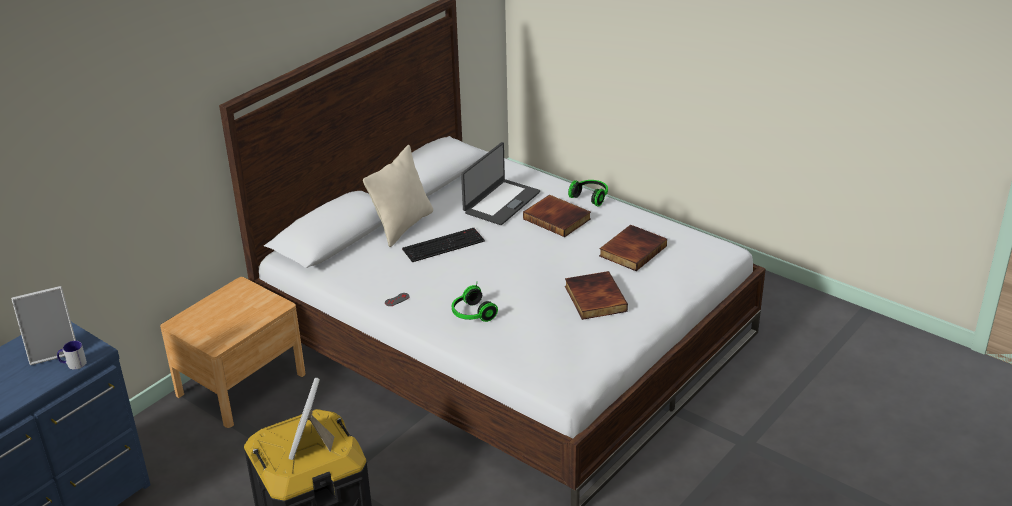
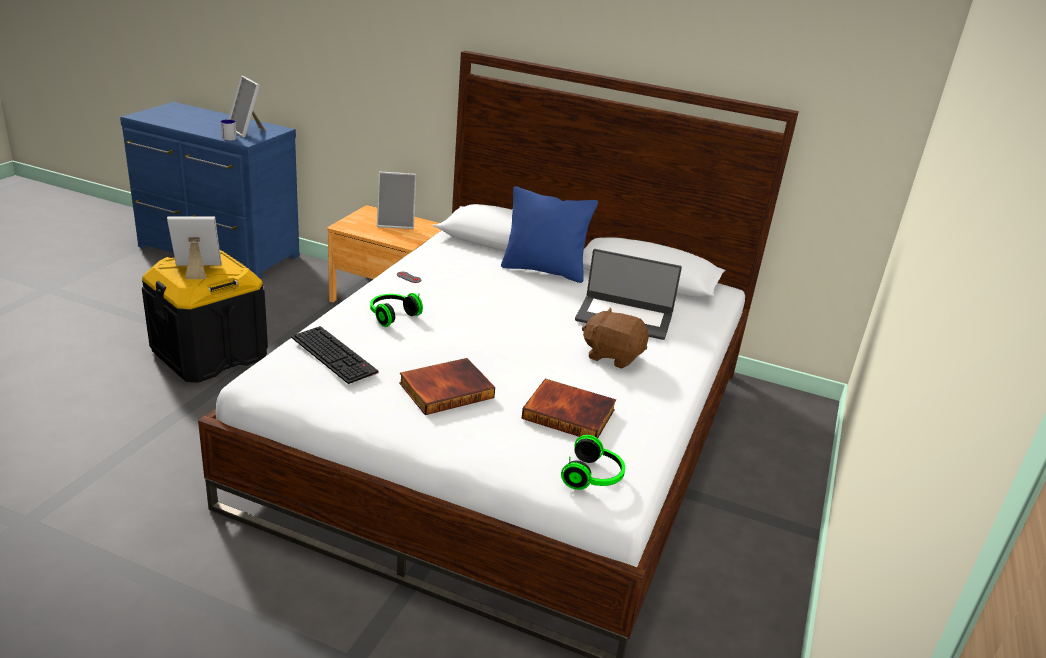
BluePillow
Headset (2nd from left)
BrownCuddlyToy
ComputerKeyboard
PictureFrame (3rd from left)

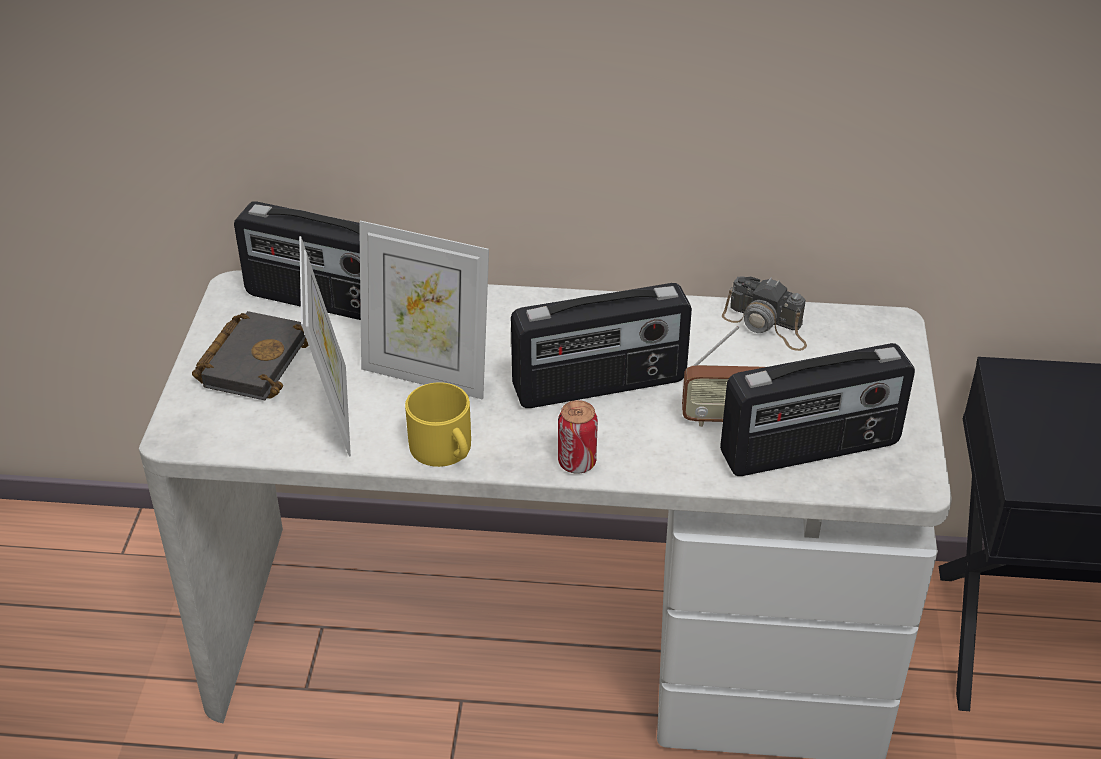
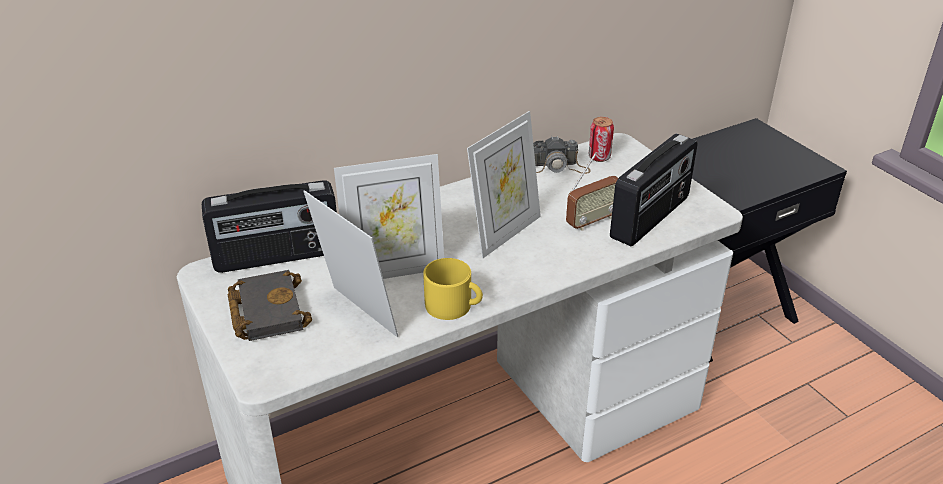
PictureFrame (3rd from left)
MetalCan

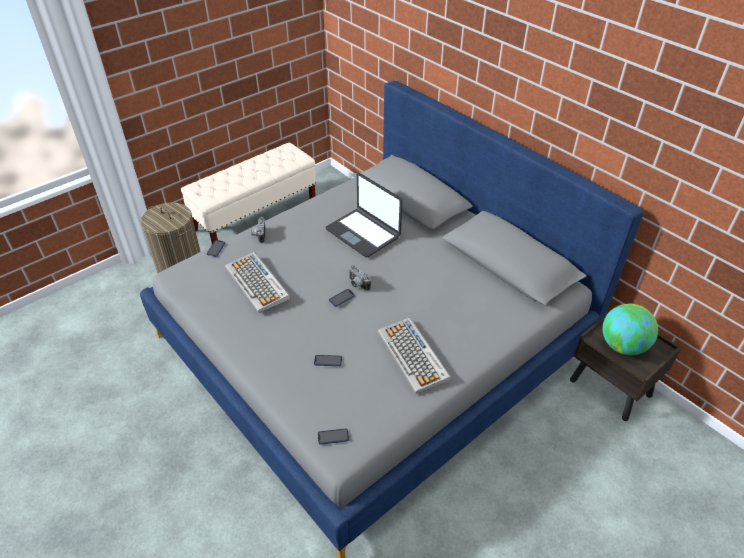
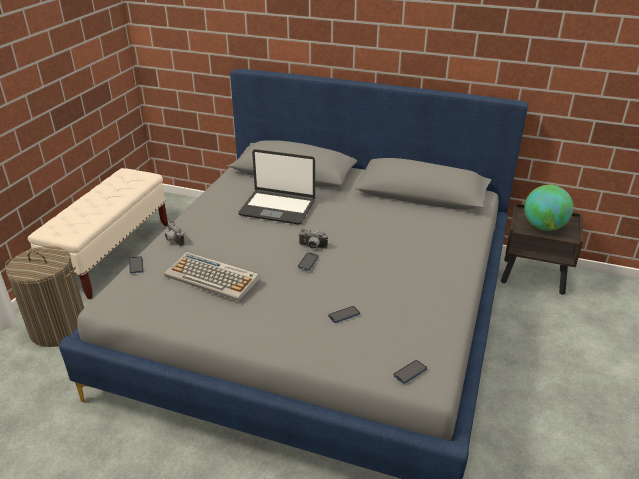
ComputerKeyboard (2nd from left in the first image)

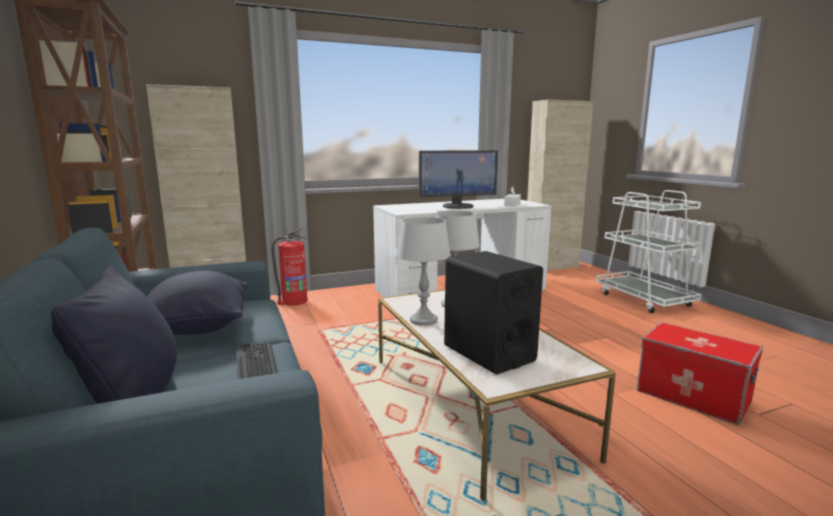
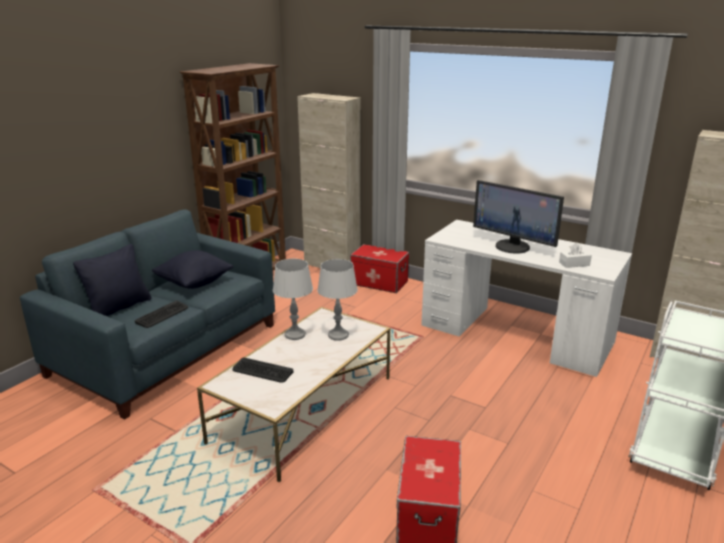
StorageContainer (1st from left)
ComputerKeyboard (2nd from left)

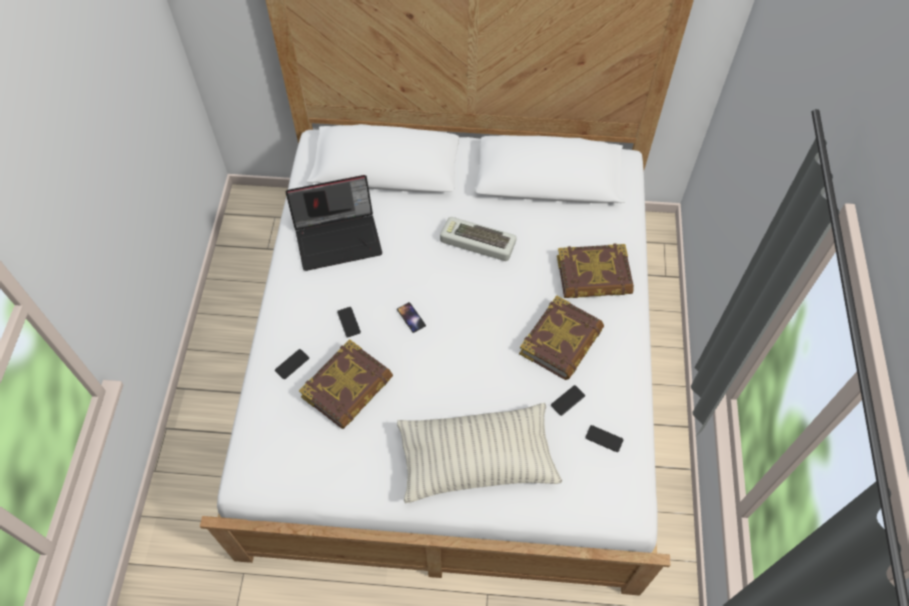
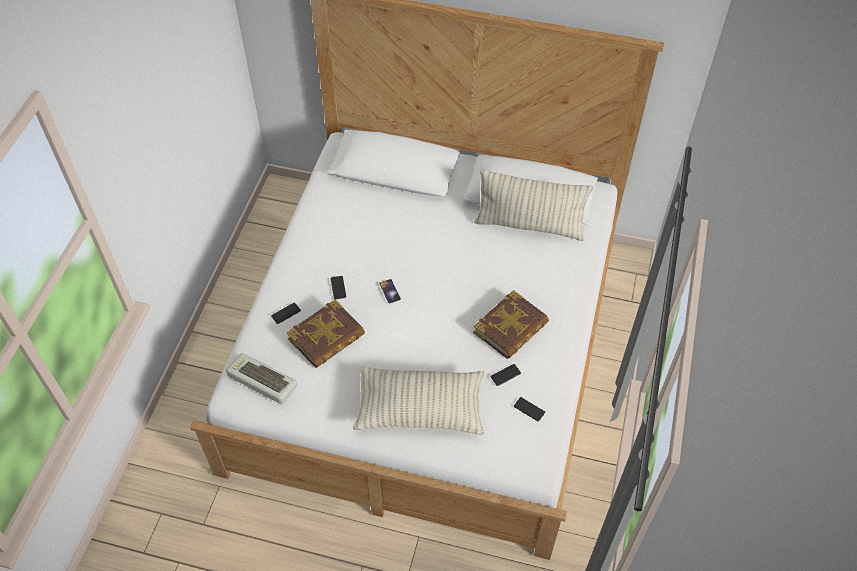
Laptop
ComputerKeyboard
Book (3rd from left in the first image)
Pillow (2nd from left)

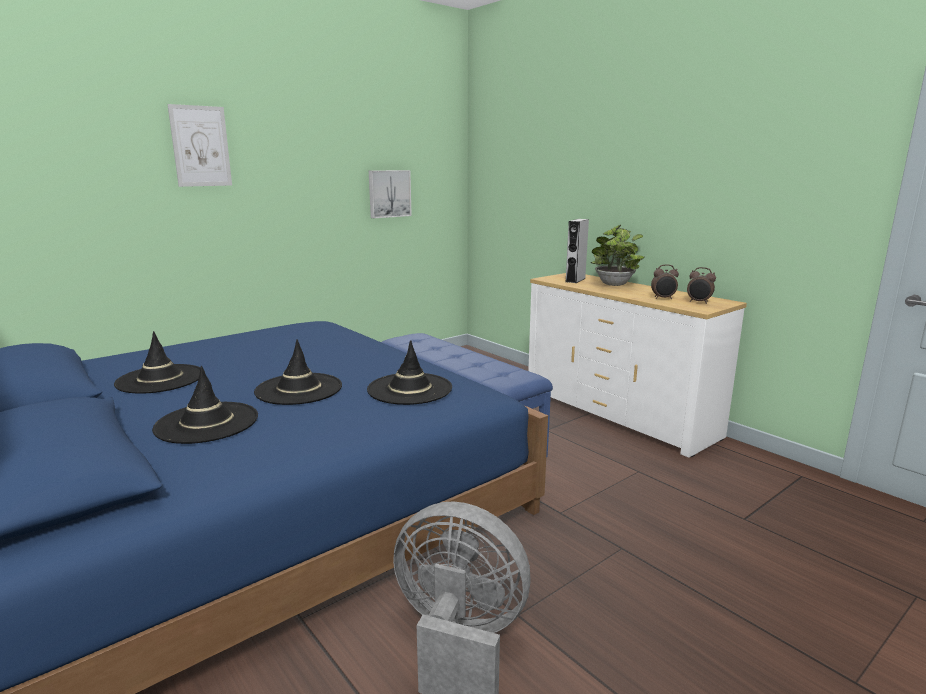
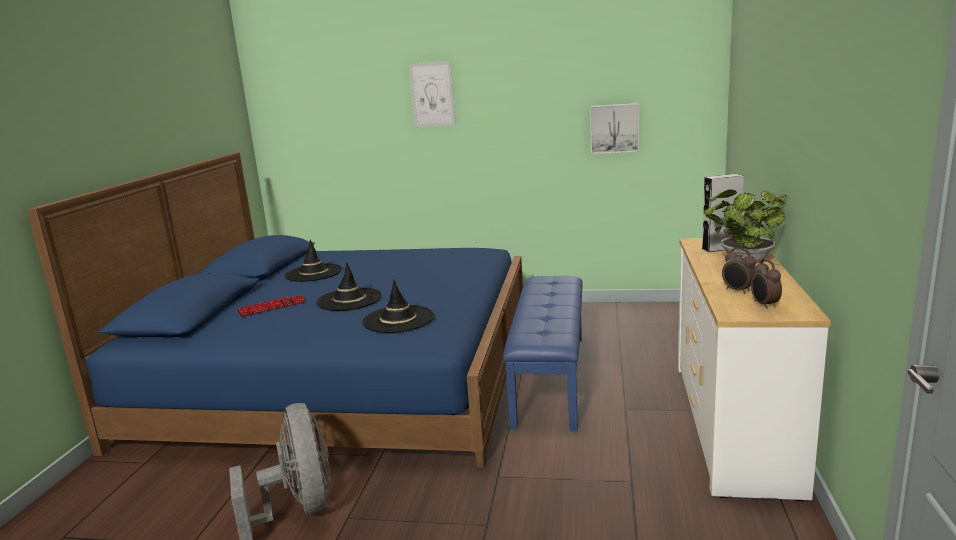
ComputerKeyboard

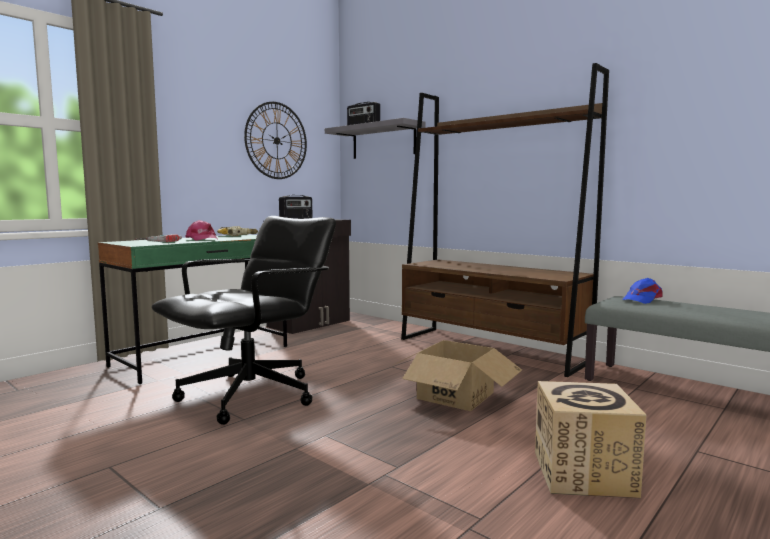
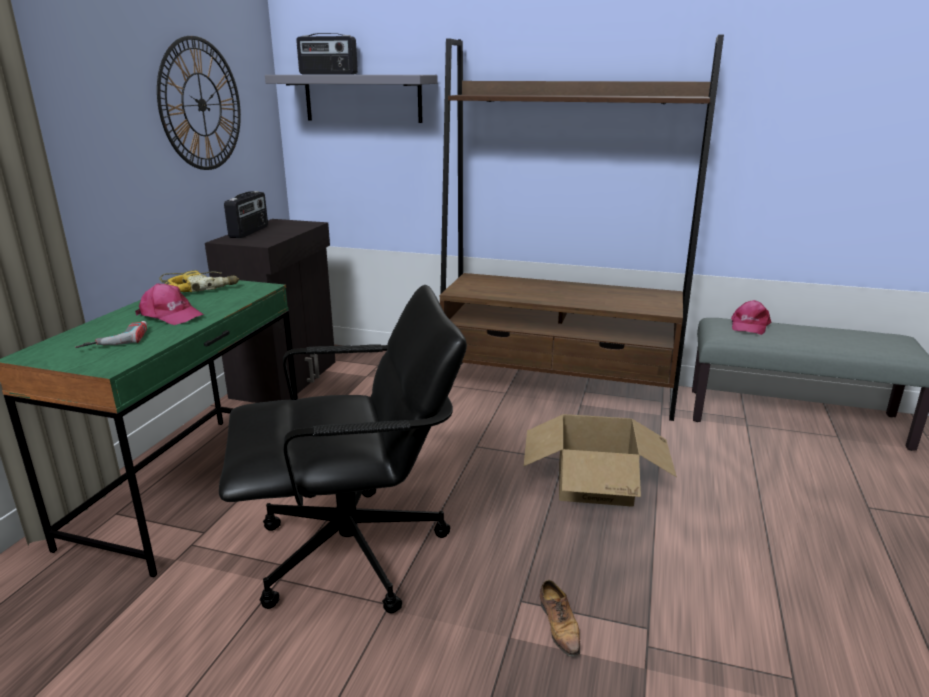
BlackishDeskChair
PinkBaseballCap (2nd from left)
Carton (2nd from left in the first image)
LowShoe

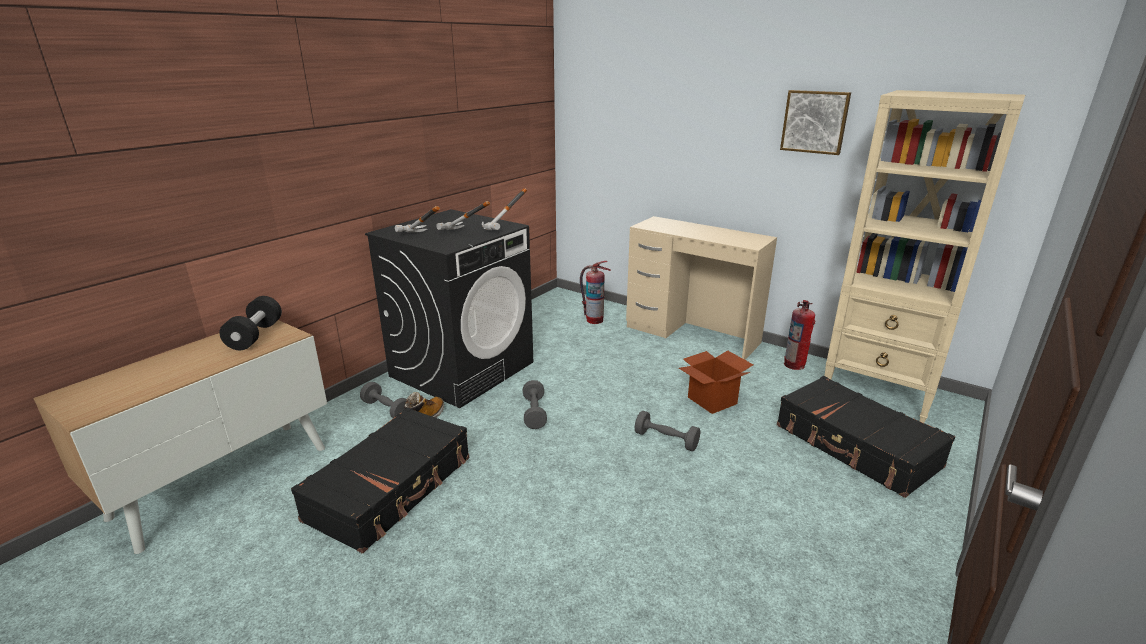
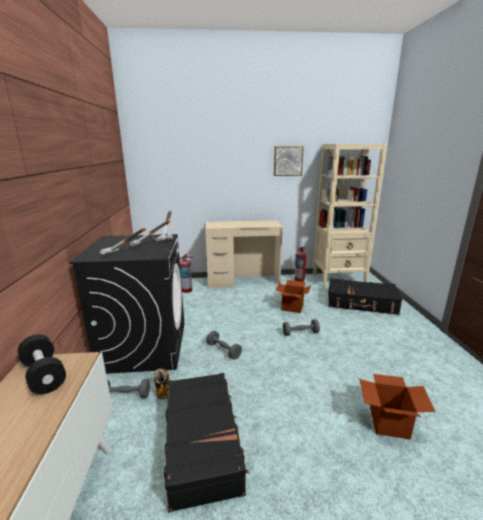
Carton (2nd from left)

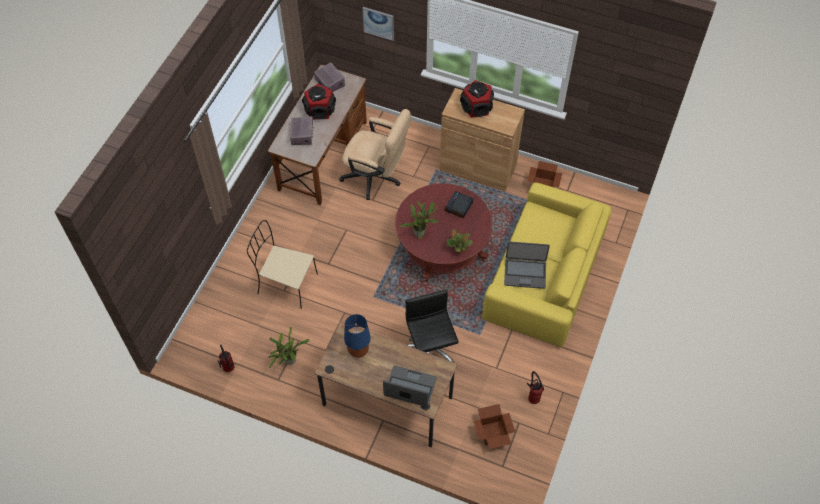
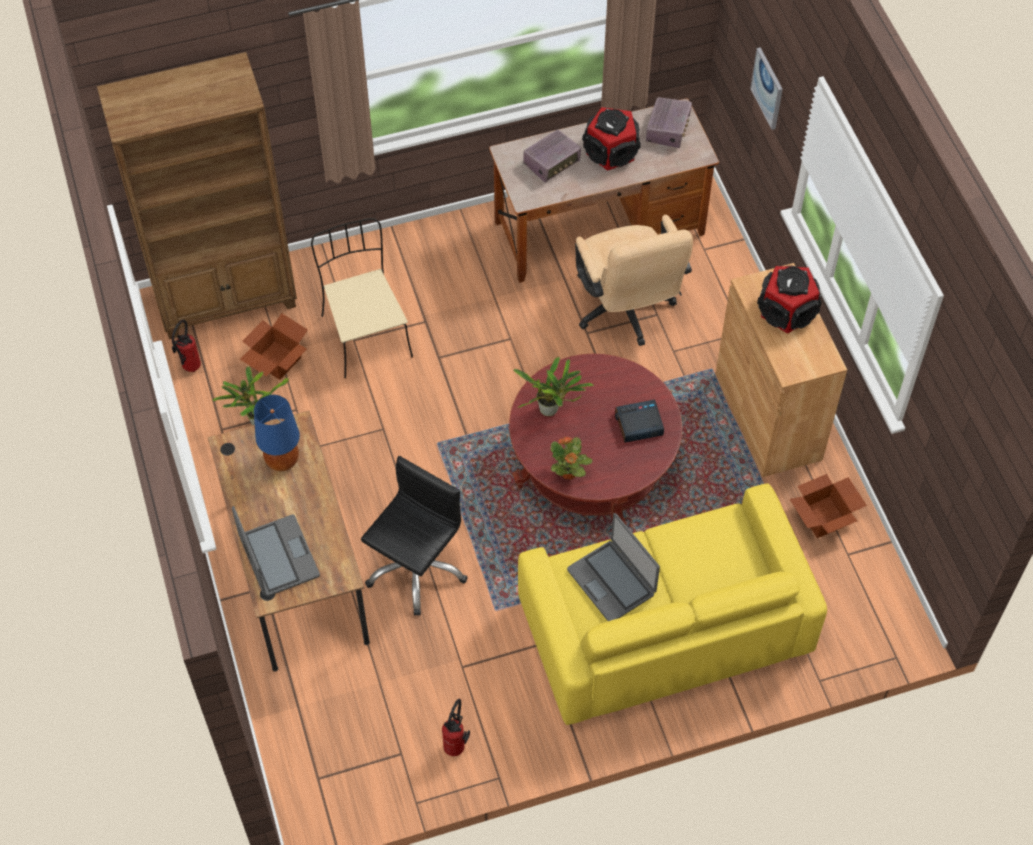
Carton (1st from left)
BrownBookcase

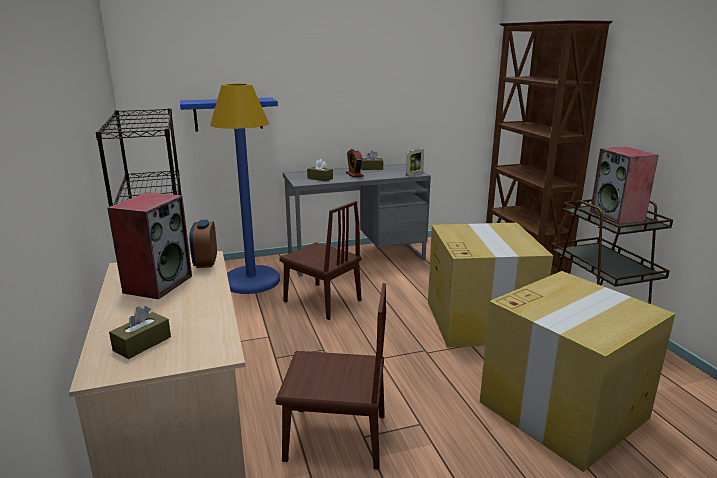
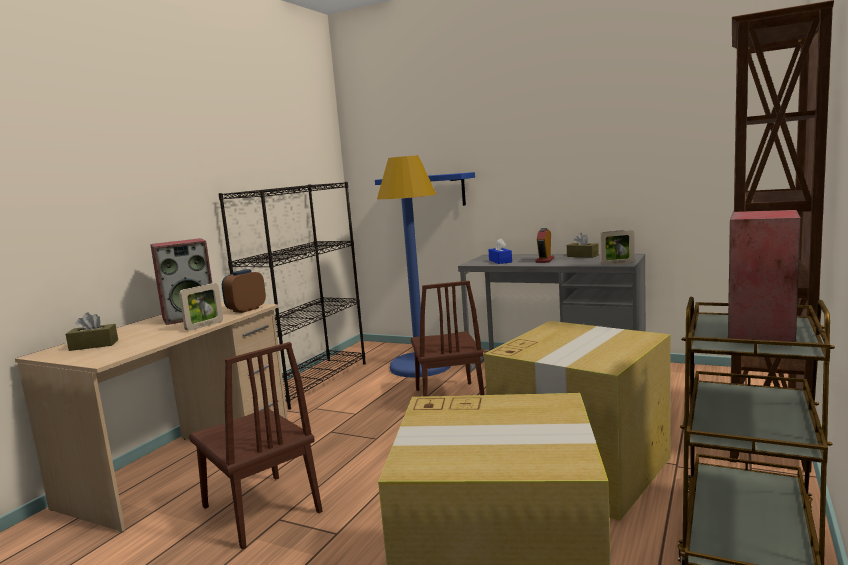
BlueTissueHolder
PictureFrame (1st from left)

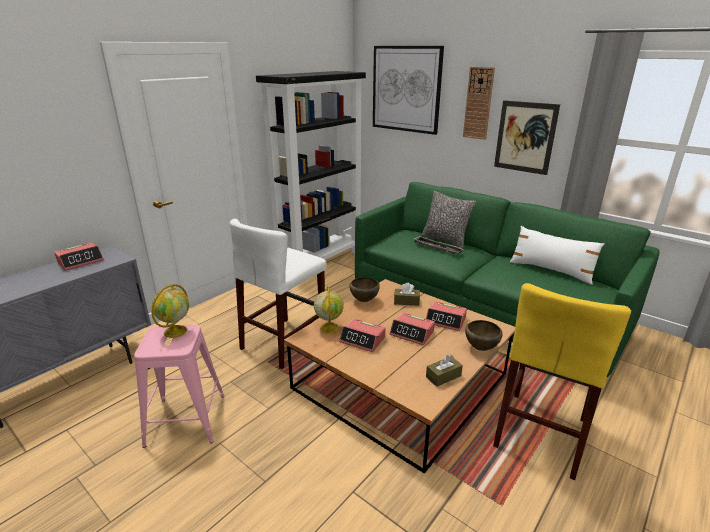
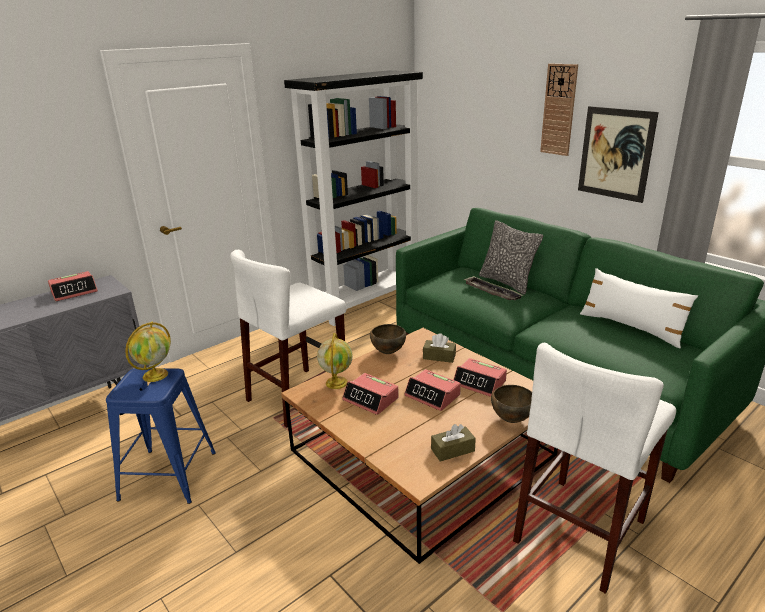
WallArt (1st from left in the first image)
WhiteStool (2nd from left)
BlueStool

